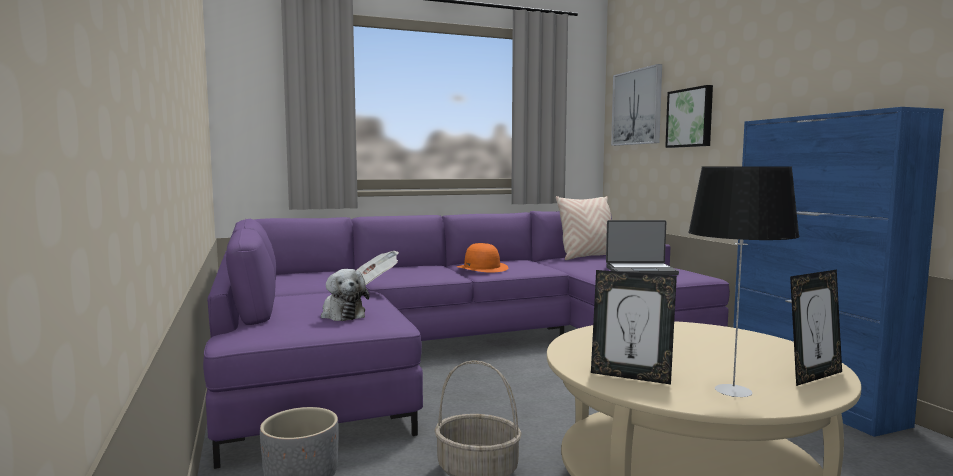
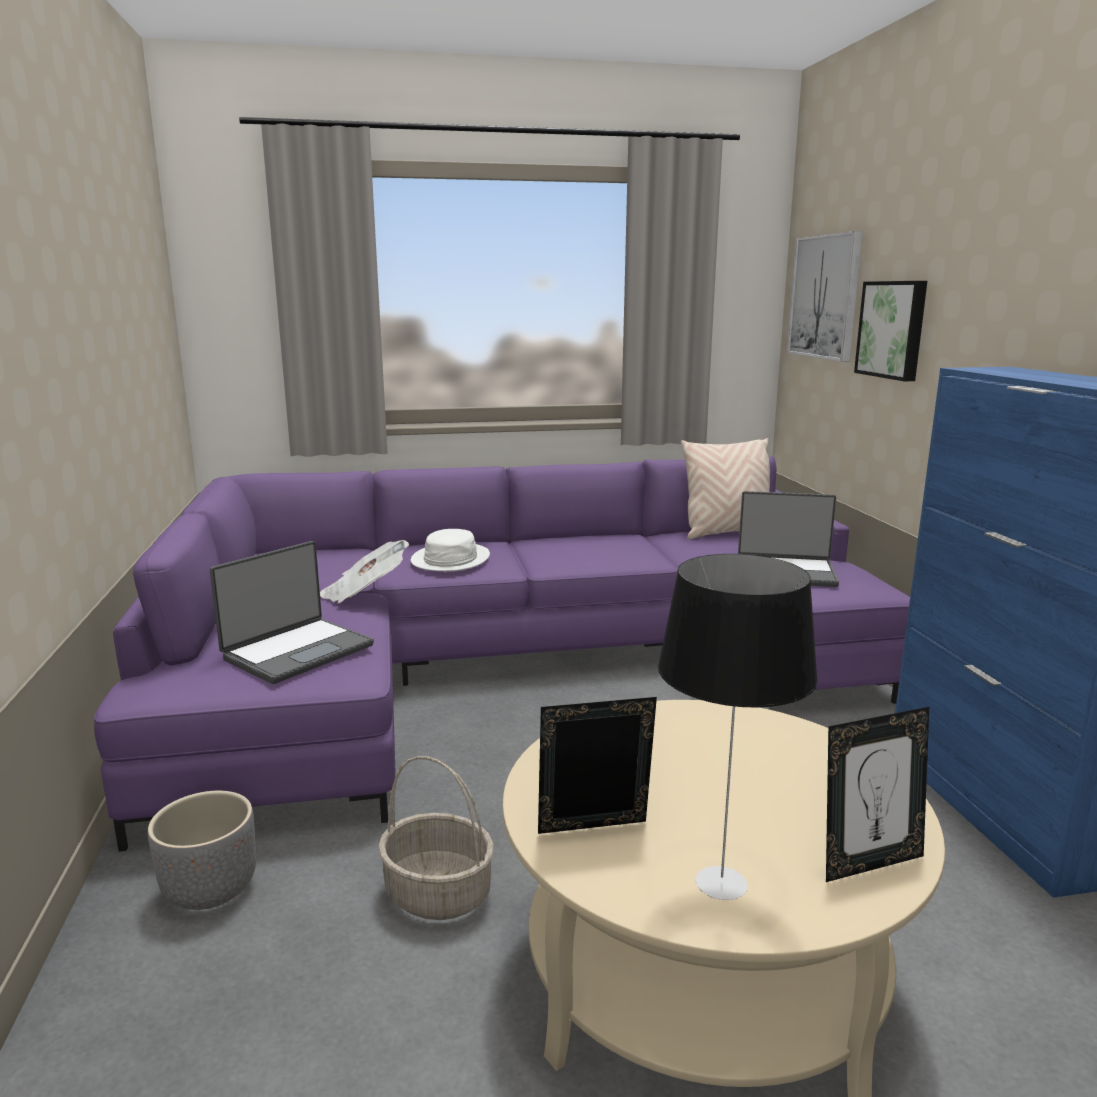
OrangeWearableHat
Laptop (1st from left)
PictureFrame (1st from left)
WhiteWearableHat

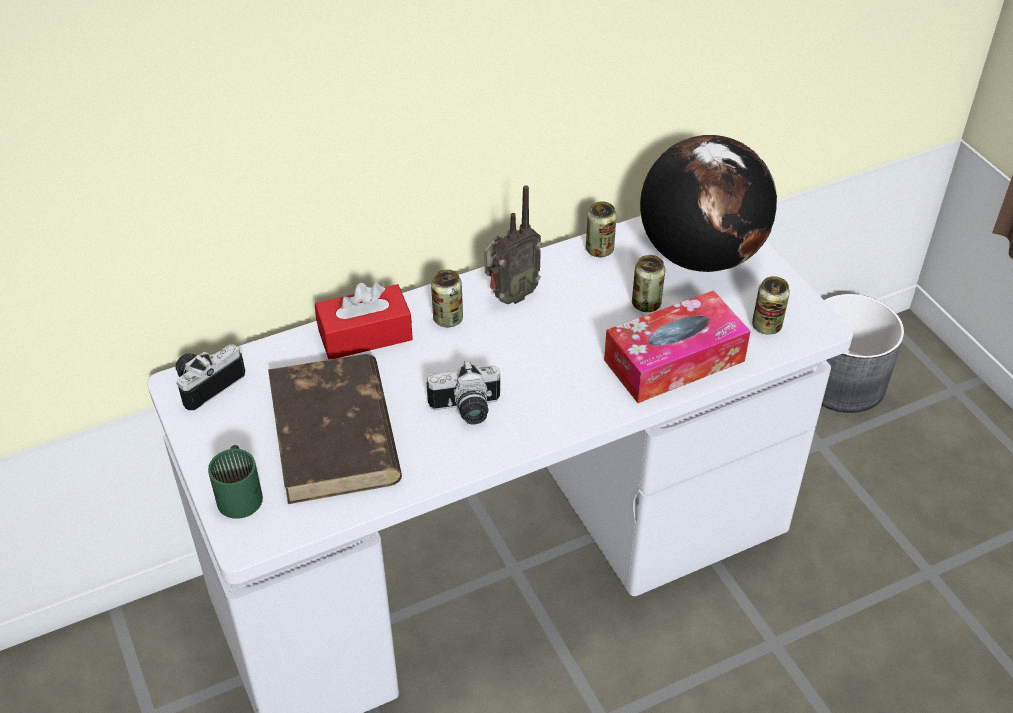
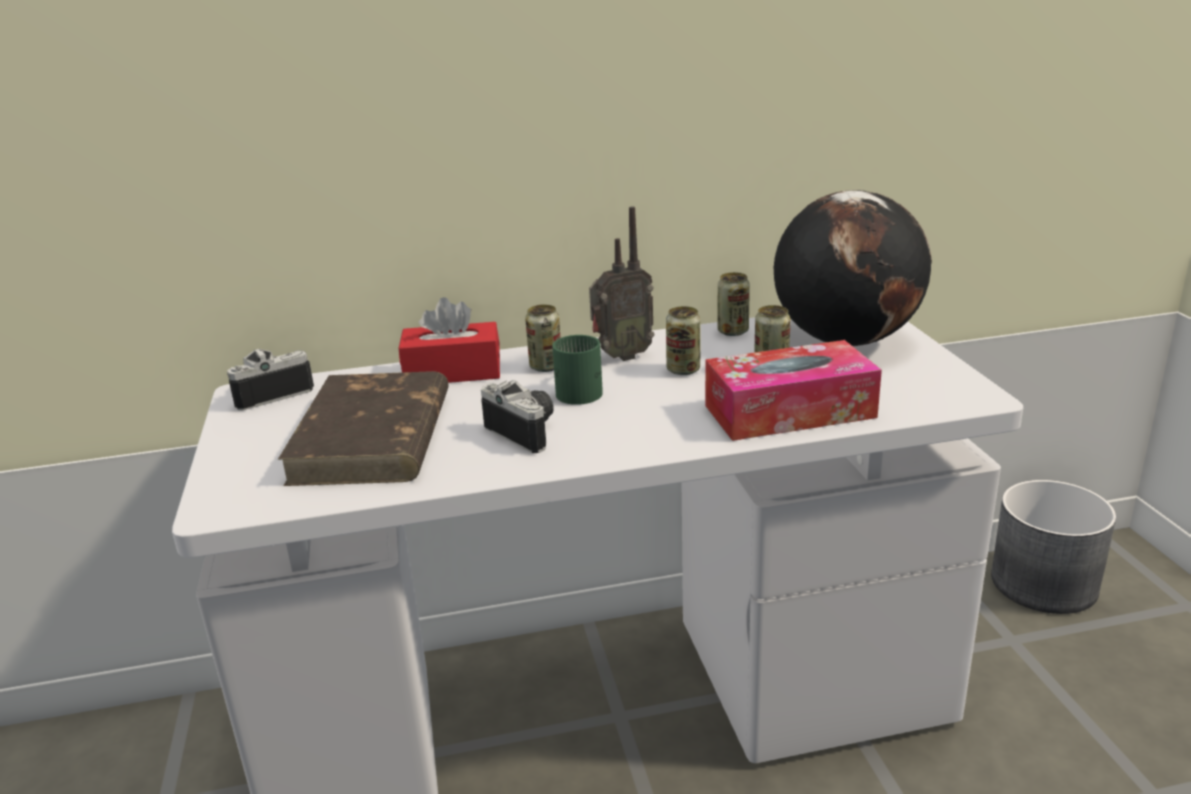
MetalCan (2nd from left)
PhotoCamera (2nd from left)
GreenColouredTeaMug

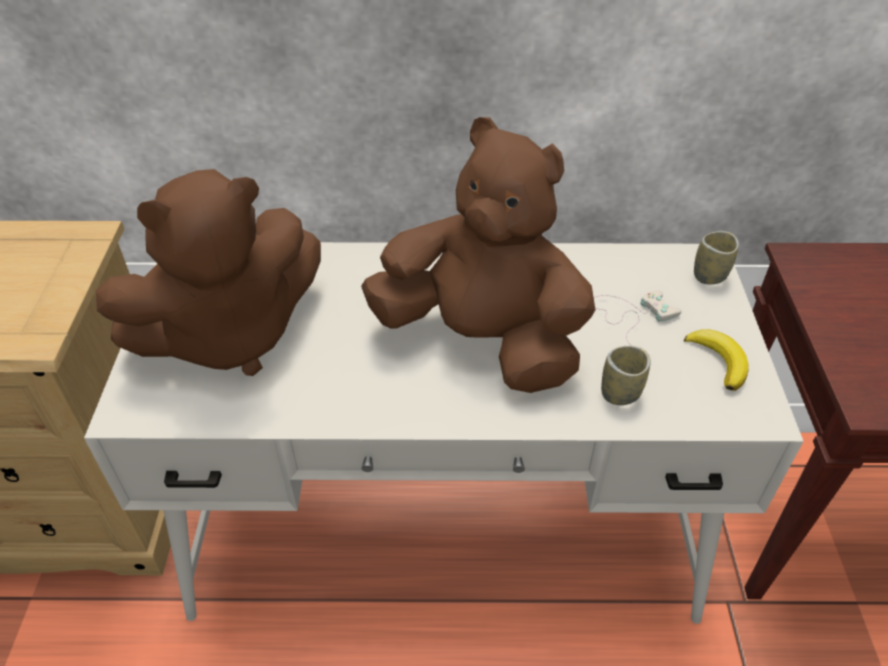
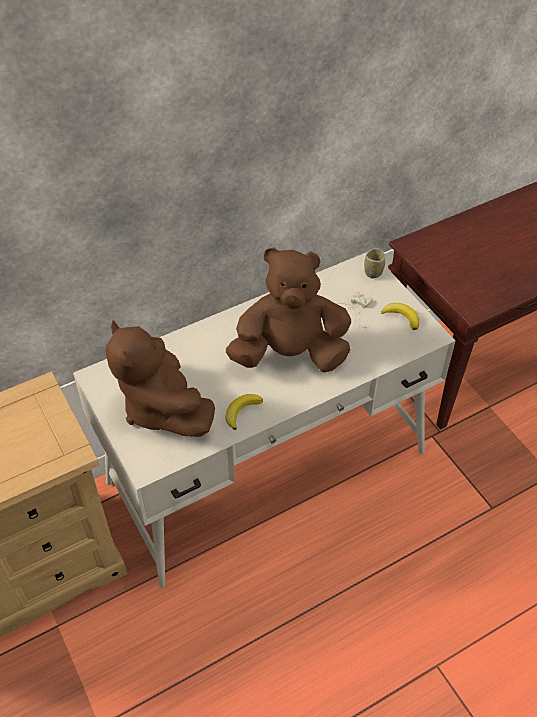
BrownCuddlyToy (1st from left)
SmallCup (1st from left in the first image)
BananaFruit (1st from left)

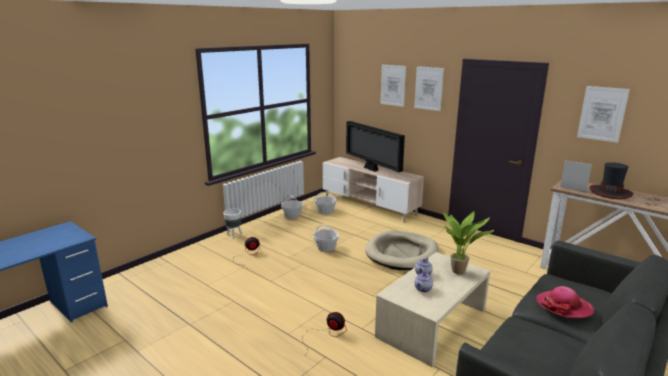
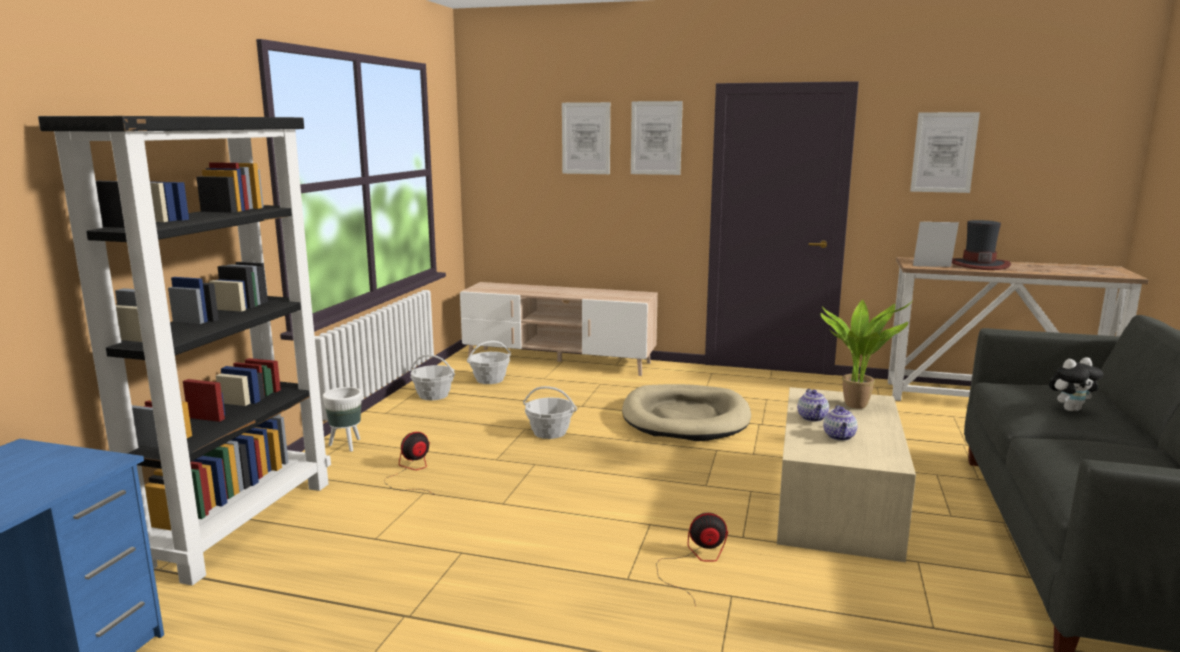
Tv
CuddlyToy
BlackishBookcase

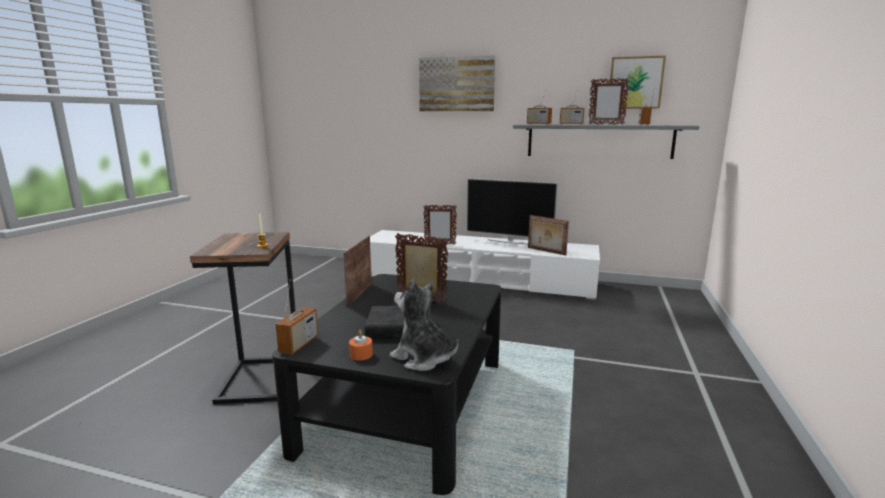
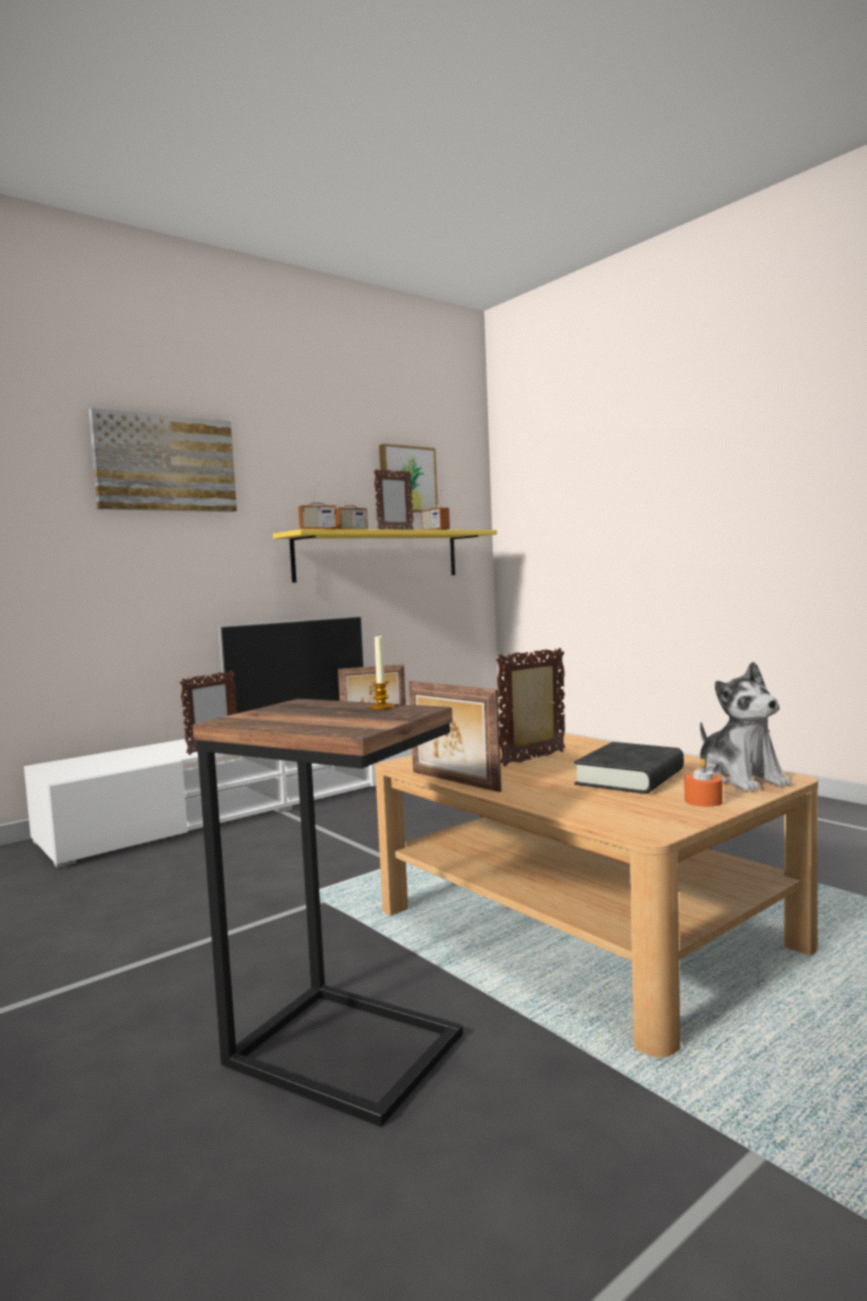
YellowWallShelf
BeigeColouredLowTable
Radio (1st from left in the first image)
CuddlyToy

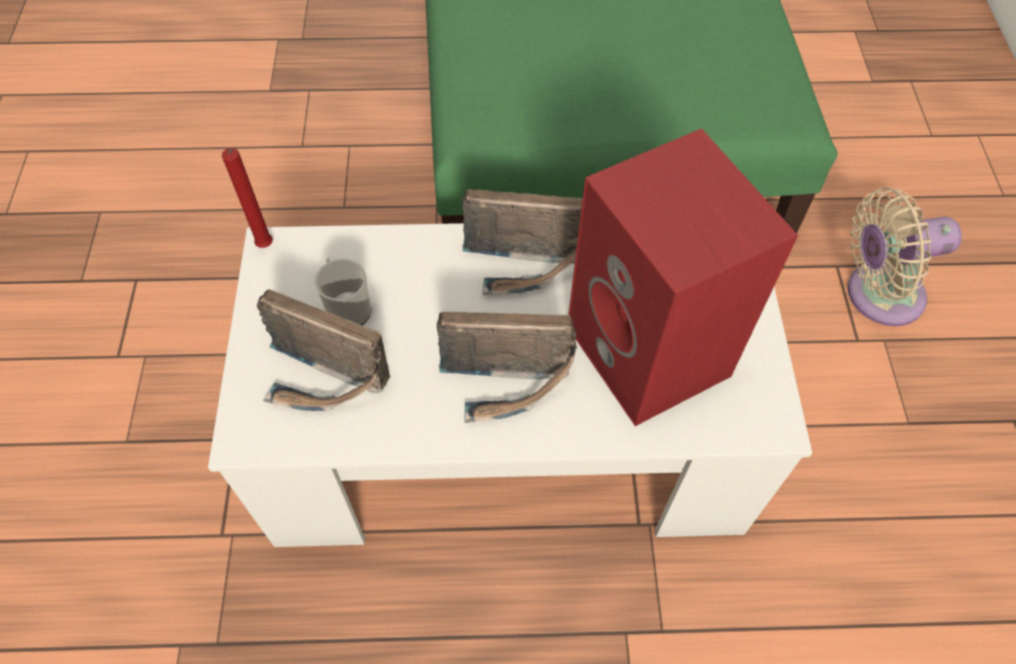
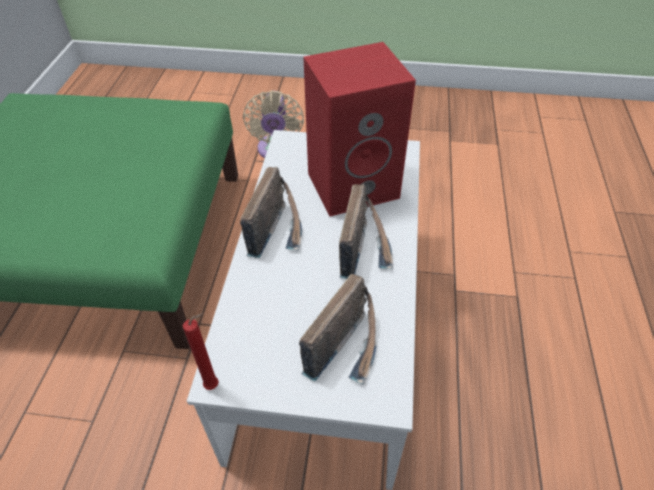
TeaMug

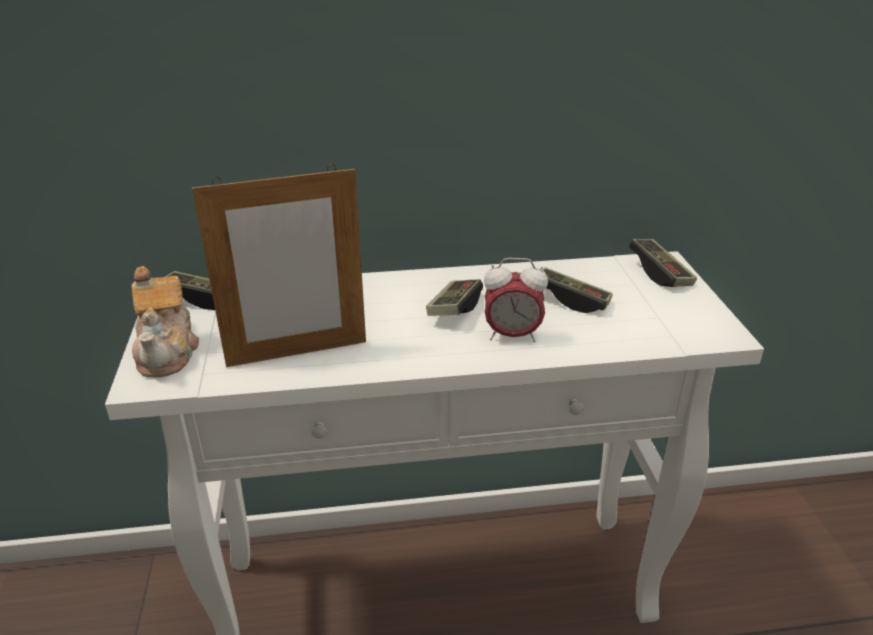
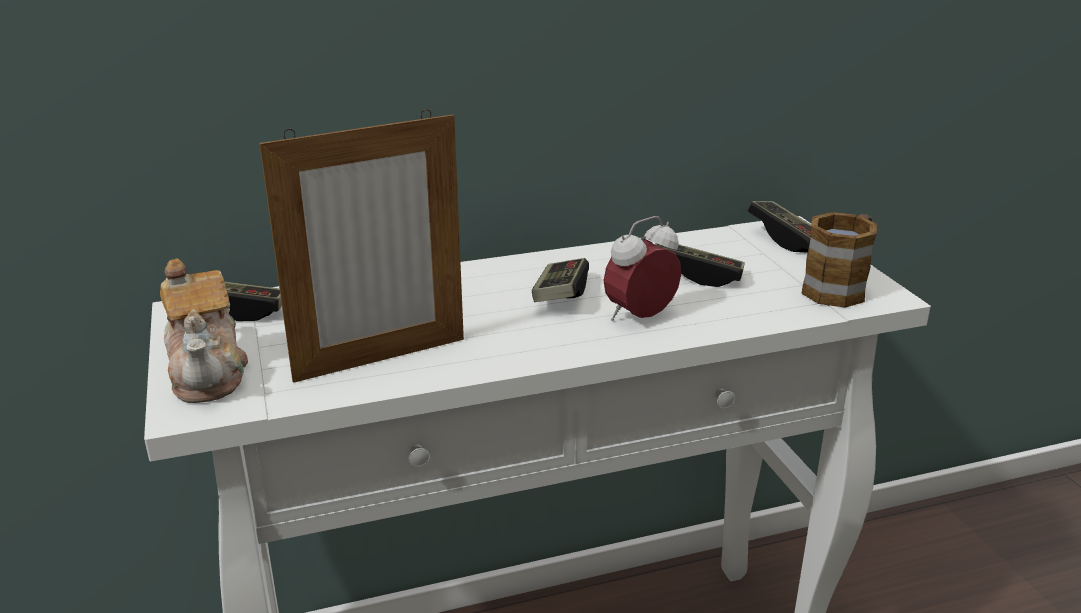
AlarmClock
TeaMug

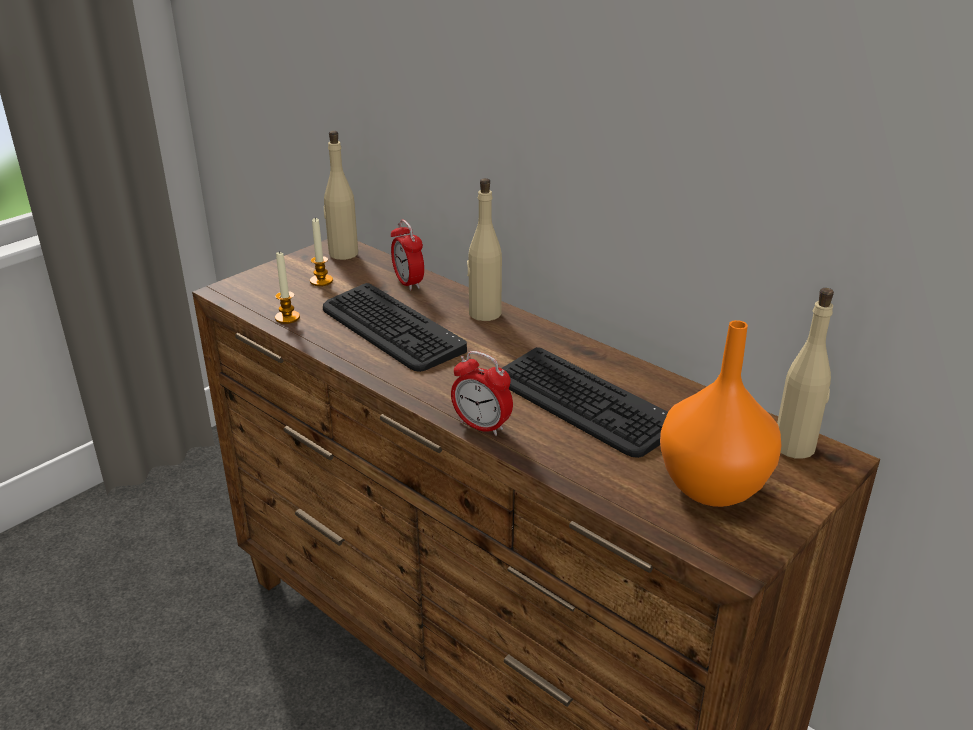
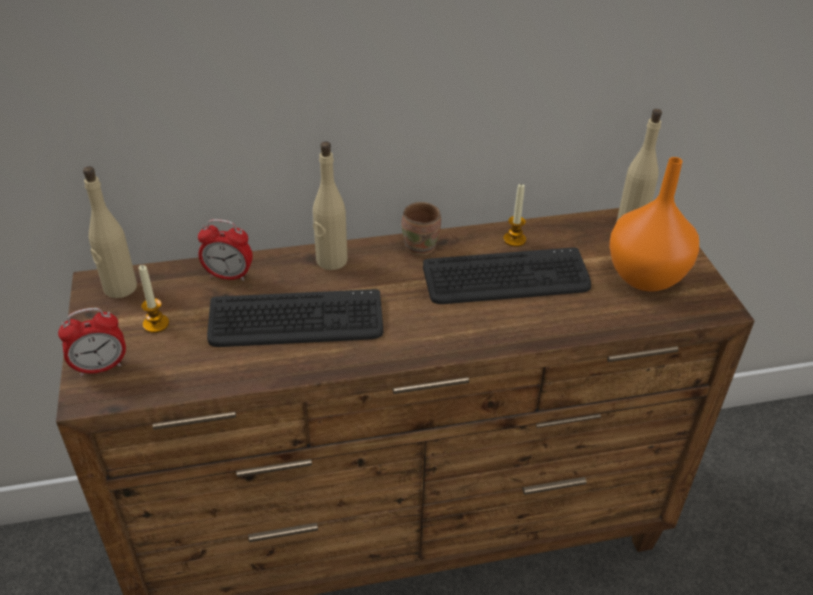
WaxLight (2nd from left)
AlarmClock (1st from left)
BrownTeaMug

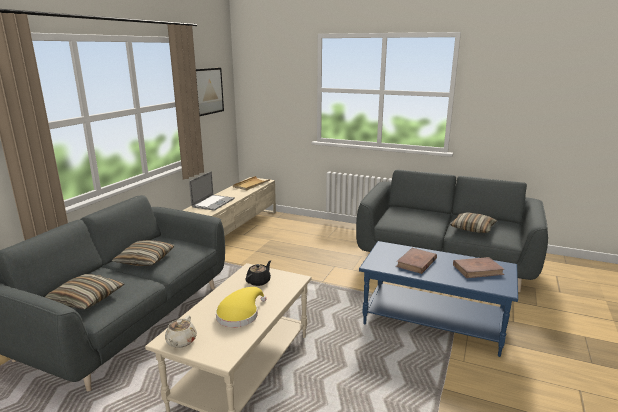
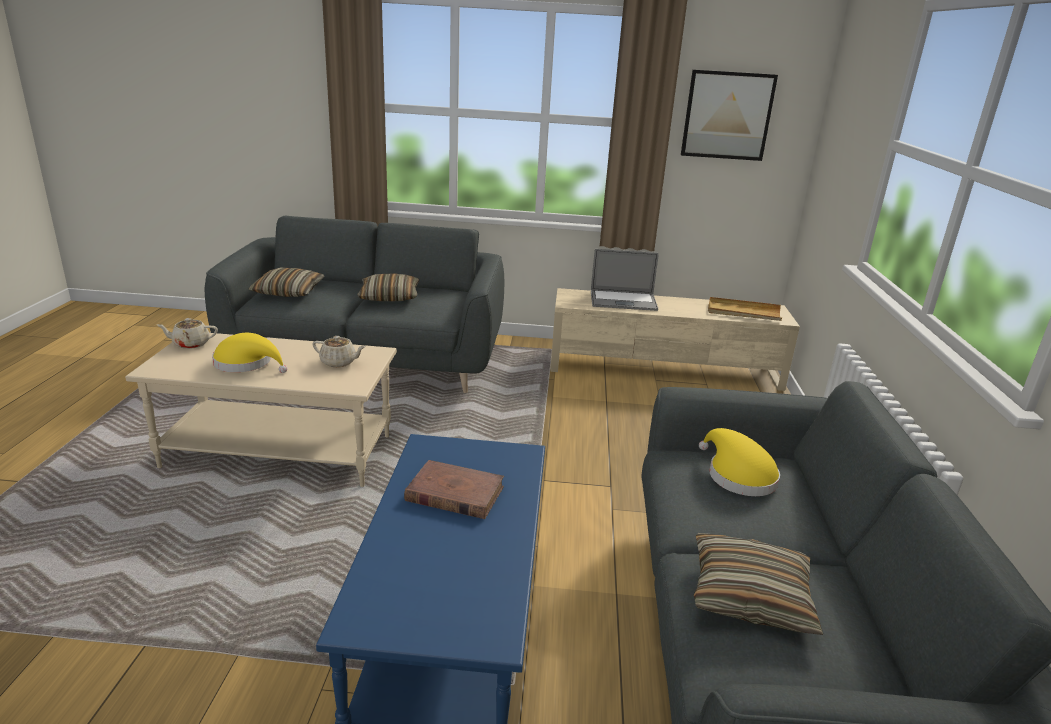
BrownBook (2nd from left in the first image)
BeigeColouredTeapot (2nd from left)
YellowWearableHat (2nd from left)

